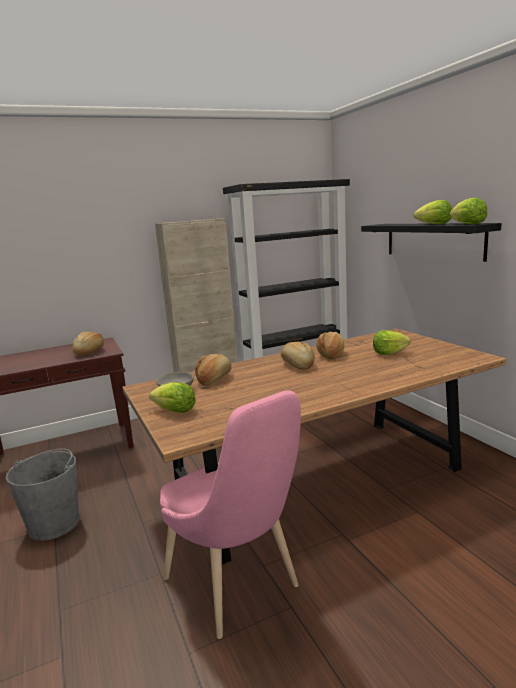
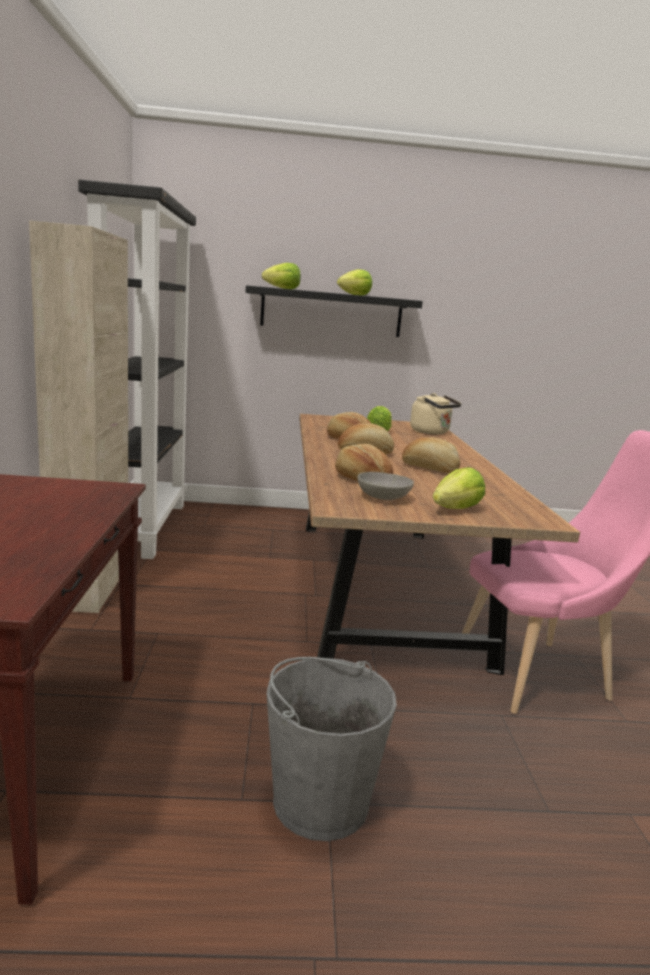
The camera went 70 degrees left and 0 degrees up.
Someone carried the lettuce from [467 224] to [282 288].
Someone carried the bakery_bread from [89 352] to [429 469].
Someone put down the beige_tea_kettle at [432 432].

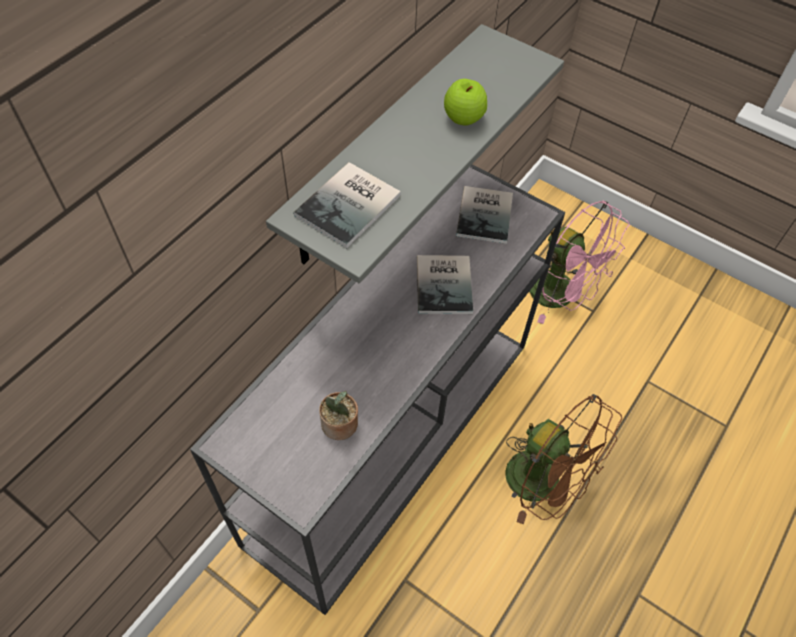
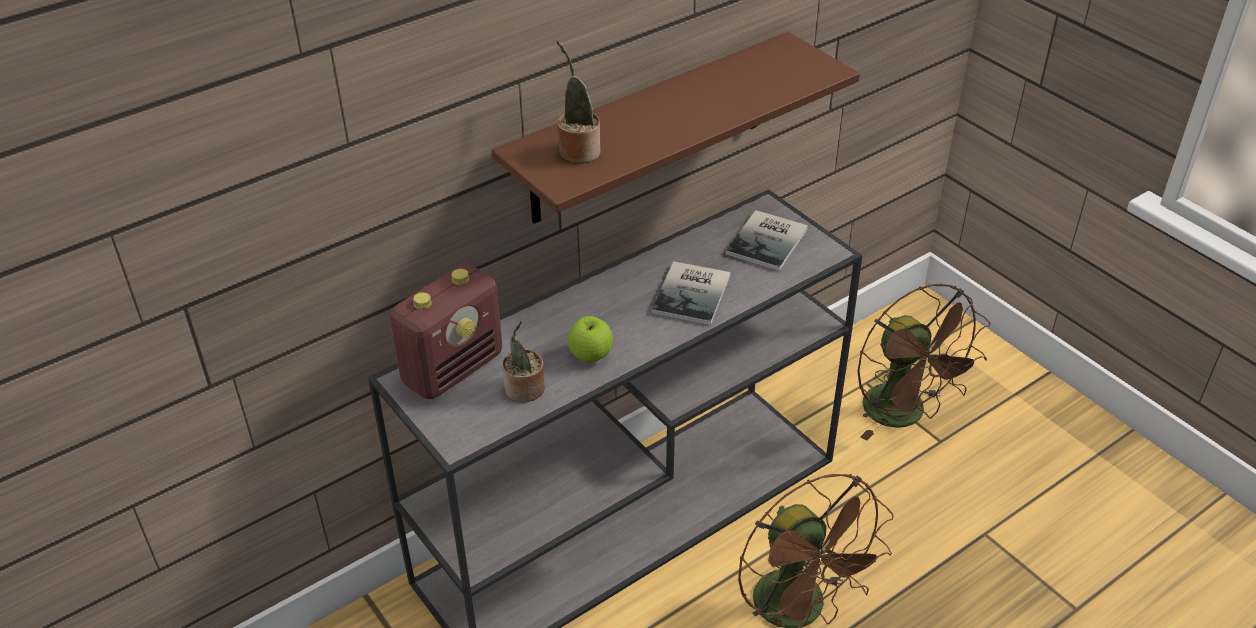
The camera went 20 degrees right and 15 degrees down.
Someone put down the radio at [453 368].
Someone repainted the gray_shelf at [384 148], which became the brown_shelf at [649 129].
Someone swapped the volume at [351 205] for the houseplant at [577 151].
Someone carried the apple_fruit from [463 119] to [591 356].
Someone repainted the pink_cooling_fan at [561 295], which became the brown_cooling_fan at [904 415].

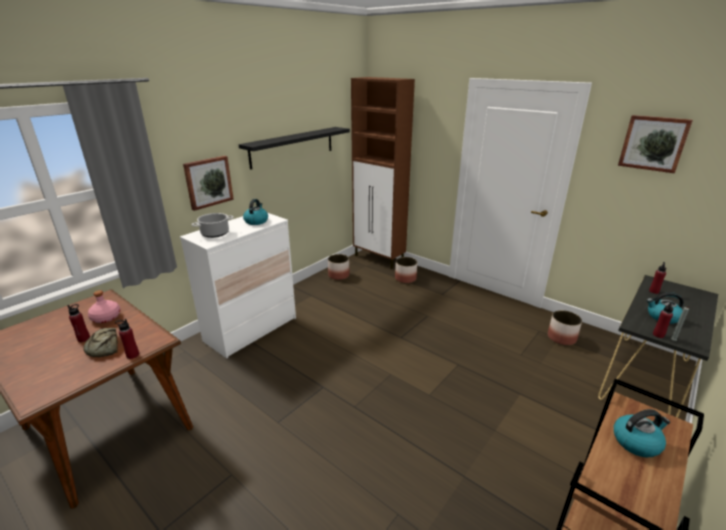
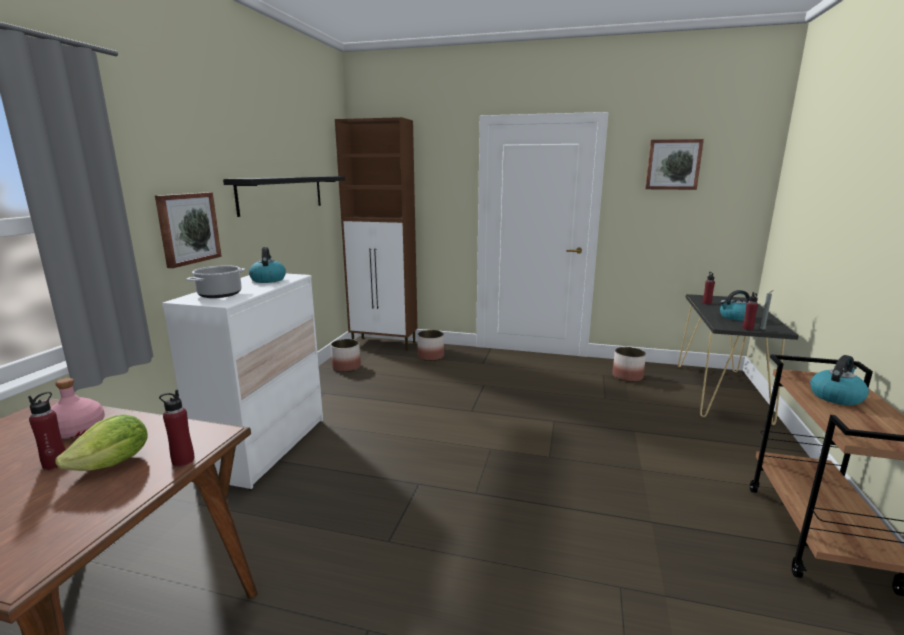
The camera went 25 degrees left and 10 degrees down.
Someone swapped the bakery_bread at [104 347] for the lettuce at [113 464].

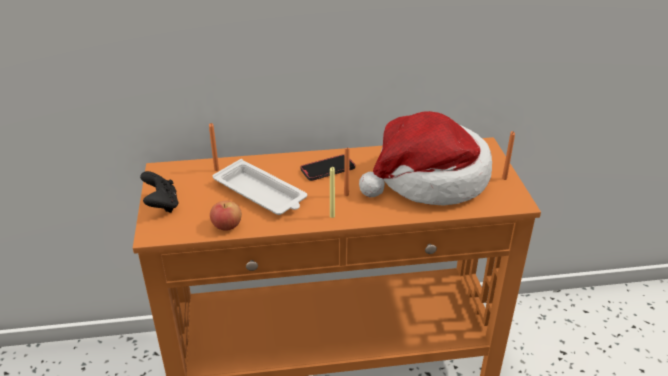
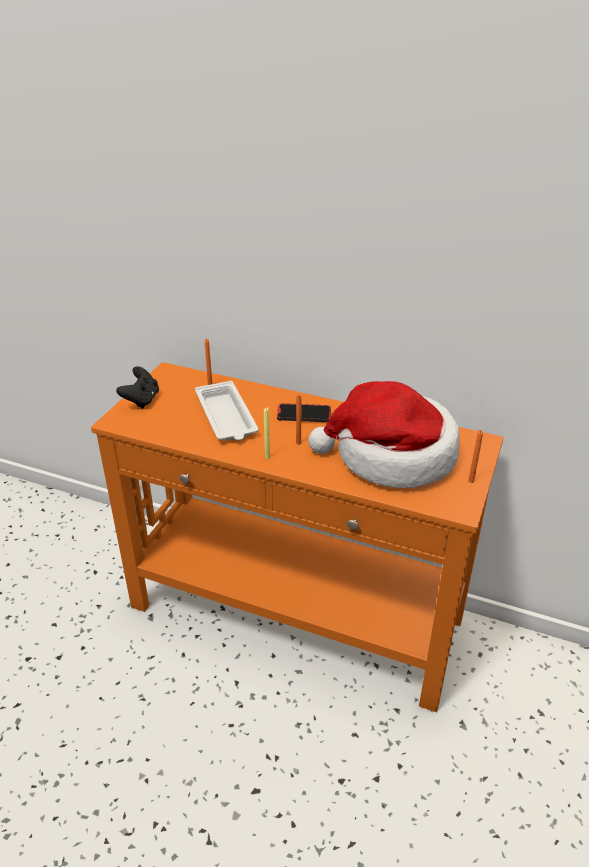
The camera went 30 degrees right and 0 degrees up.
Someone took away the apple_fruit at [227 226].

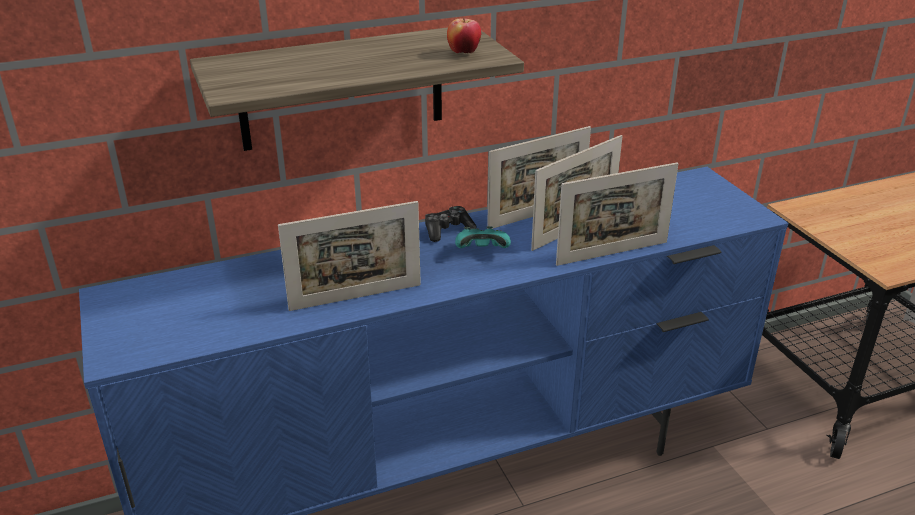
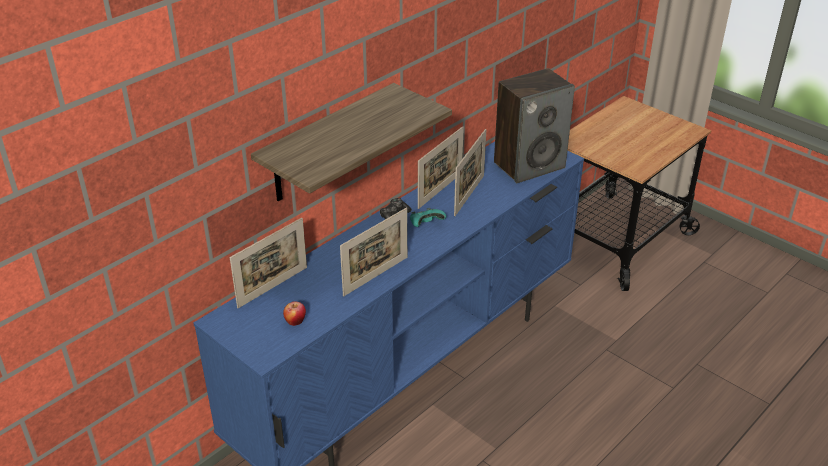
The camera went 25 degrees left and 5 degrees up.
Someone carried the standing_frame from [612 253] to [273 287].
Someone carried the apple_fruit from [463 53] to [295 322].
Someone put down the loudspeaker at [529 165].

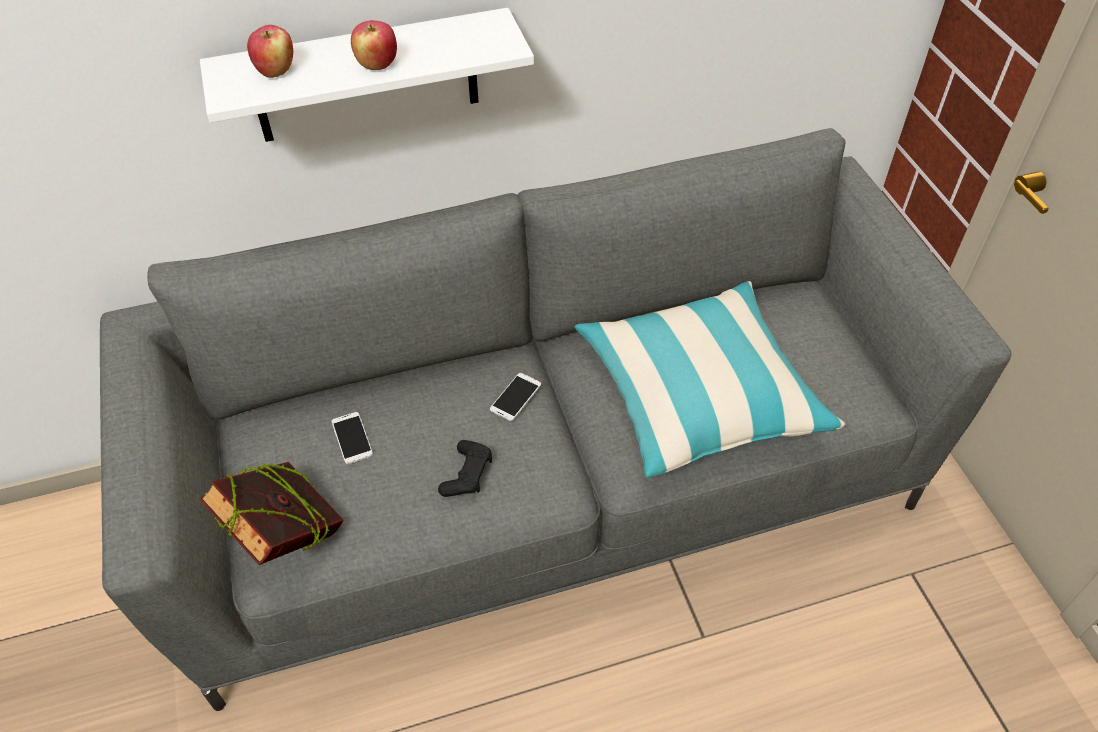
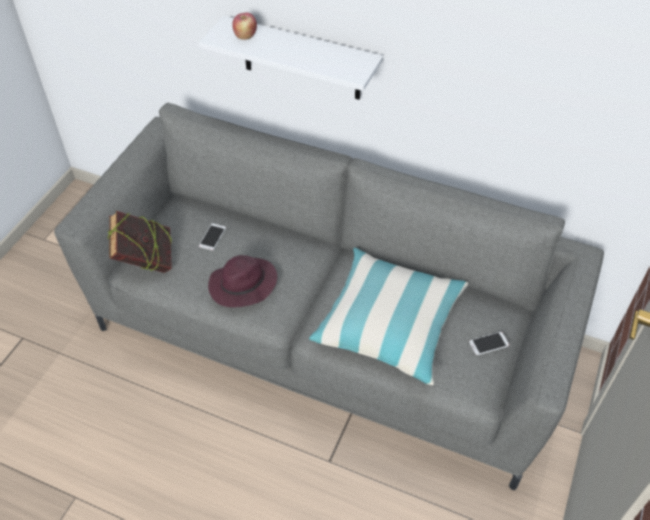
The camera went 40 degrees right and 0 degrees up.
Someone swapped the blackish_game_controller at [467 475] for the purple-coloured_wearable_hat at [242 285].
Someone carried the telephone from [515 397] to [489 343].
Someone took away the apple_fruit at [377 65].

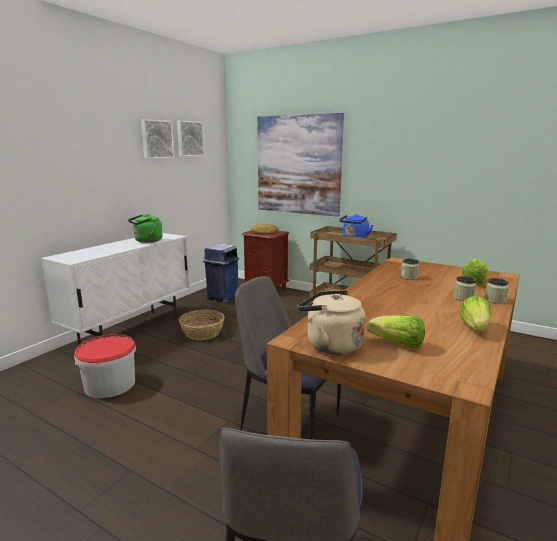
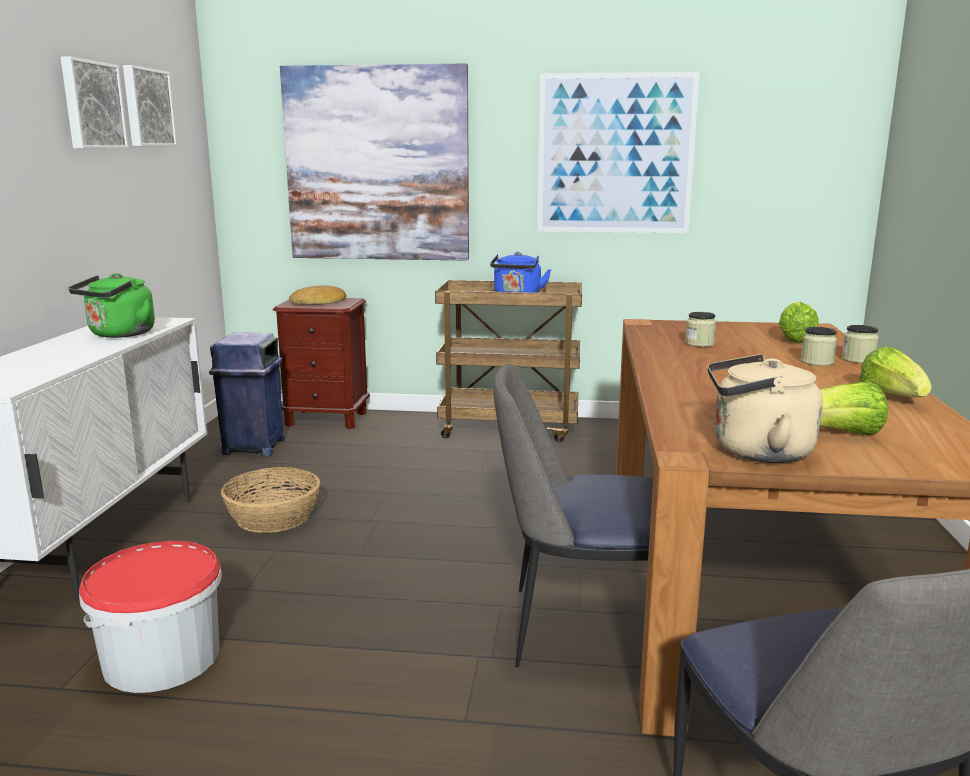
The camera went 25 degrees left and 0 degrees up.
Someone put up the wall_picture at [615 154].

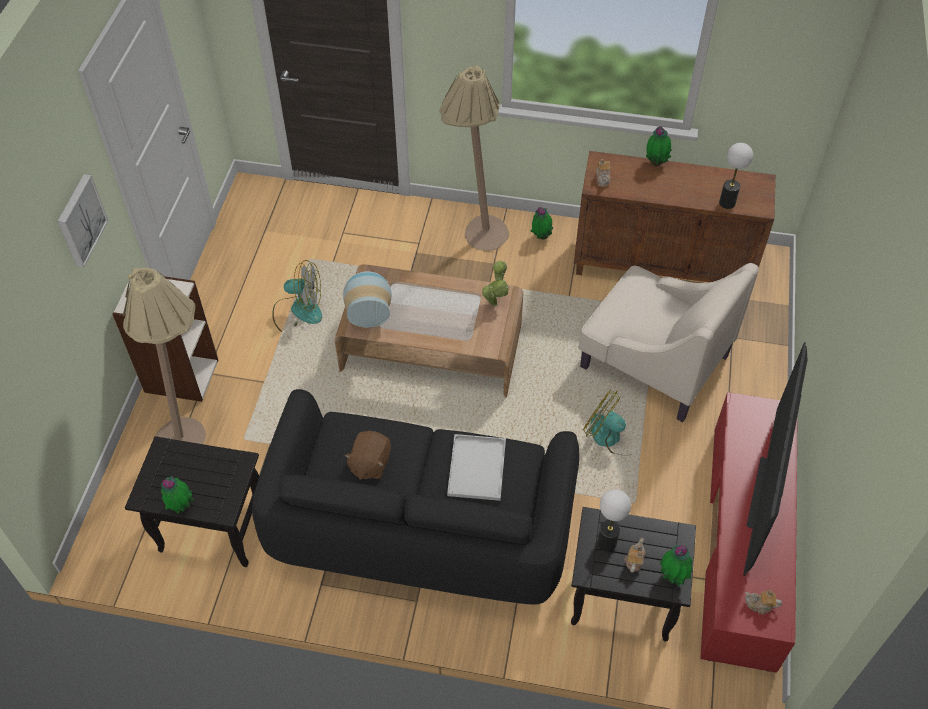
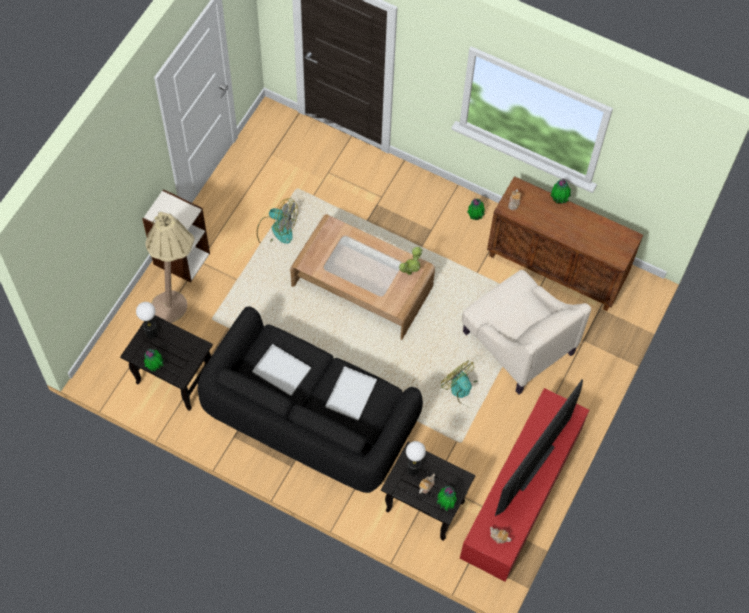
The camera went 15 degrees right and 10 degrees up.
Someone carried the tabletop_lamp from [727 203] to [151 333].
Someone swapped the brown_plush_toy at [369 464] for the whitish_carrying_tray at [283 370].
Someone took away the wall_picture at [80 220].
Someone took away the vase at [369 311].
Someone took away the beige_floor_lamp at [475 235].

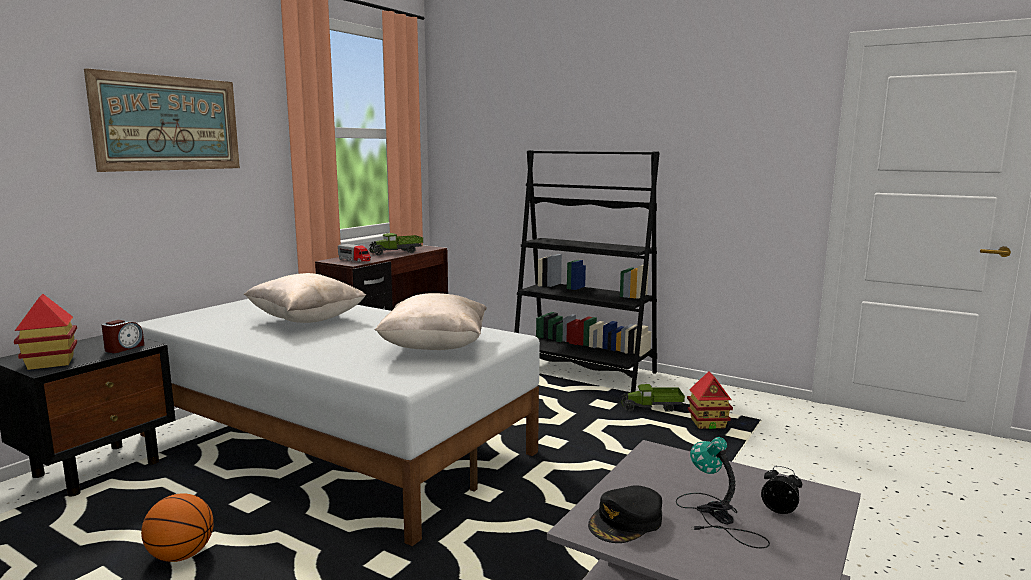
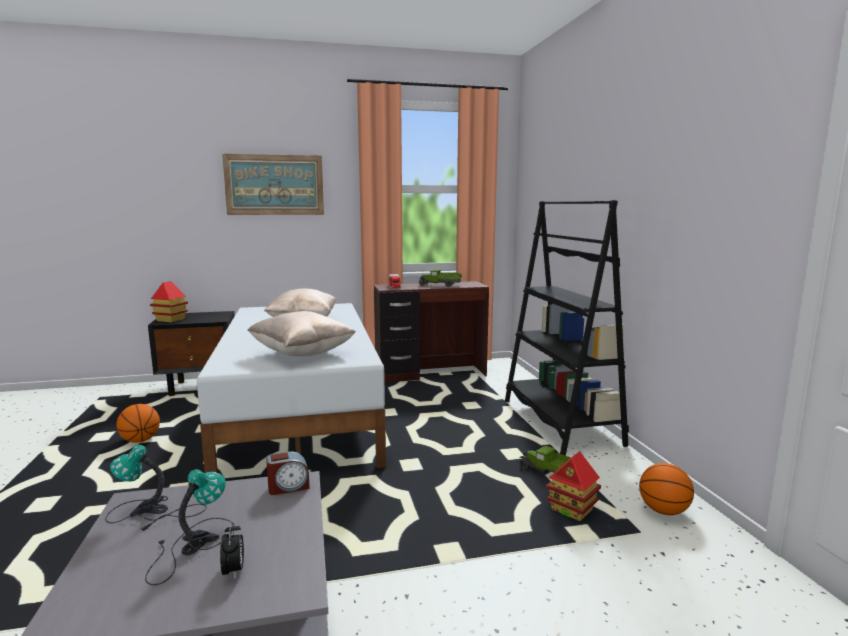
The camera went 45 degrees right and 0 degrees up.
Someone swapped the blackish_peaked_cap at [626 522] for the tabletop_lamp at [152 513].
Someone carried the bedside_clock from [124 348] to [288 487].
Someone put down the basketball at [663 511].

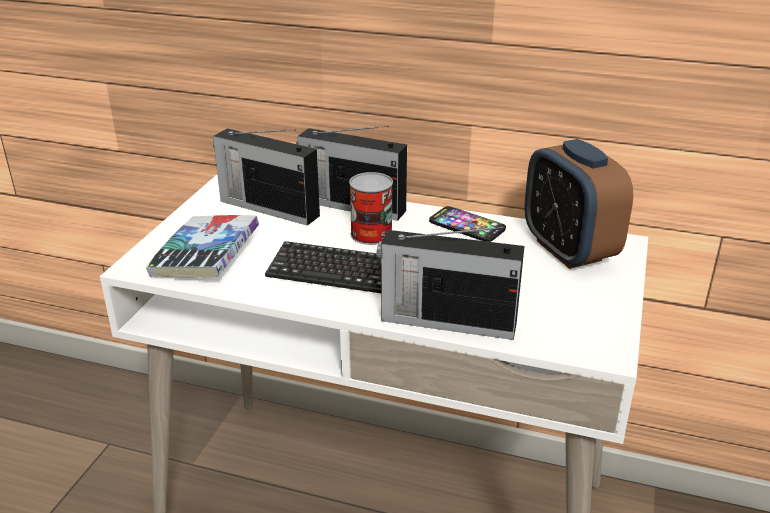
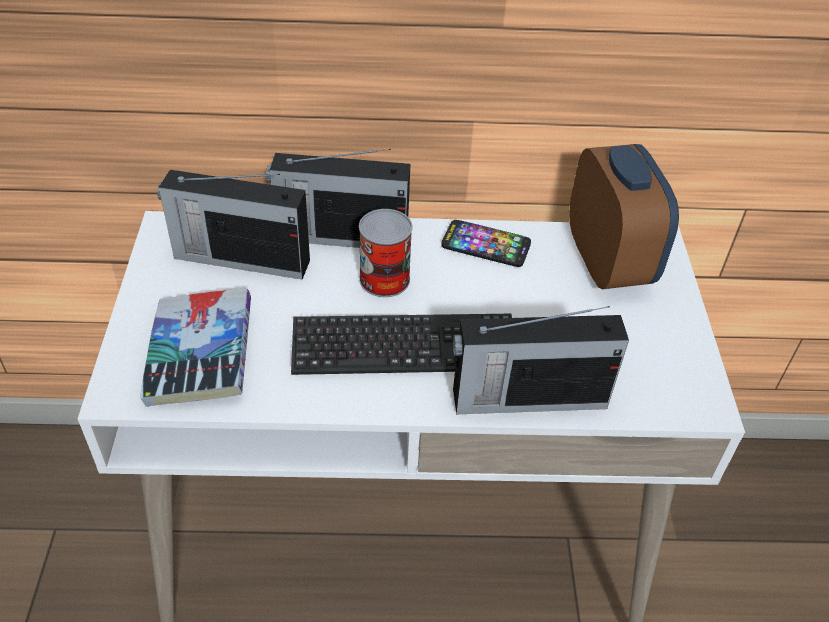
The camera went 20 degrees left and 15 degrees up.
Someone rotated the bedside_clock at [568 250] by 150 degrees counterclockwise.

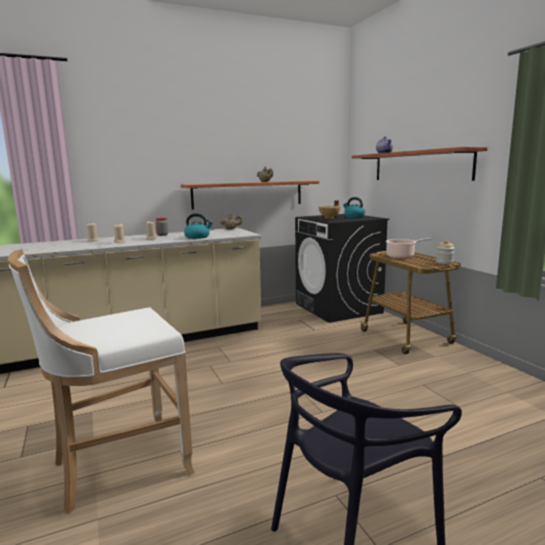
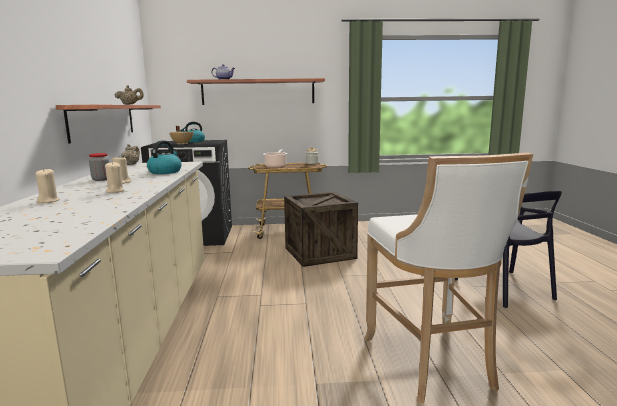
The camera went 70 degrees left and 0 degrees up.
Someone put down the shipping_crate at [320 253].

